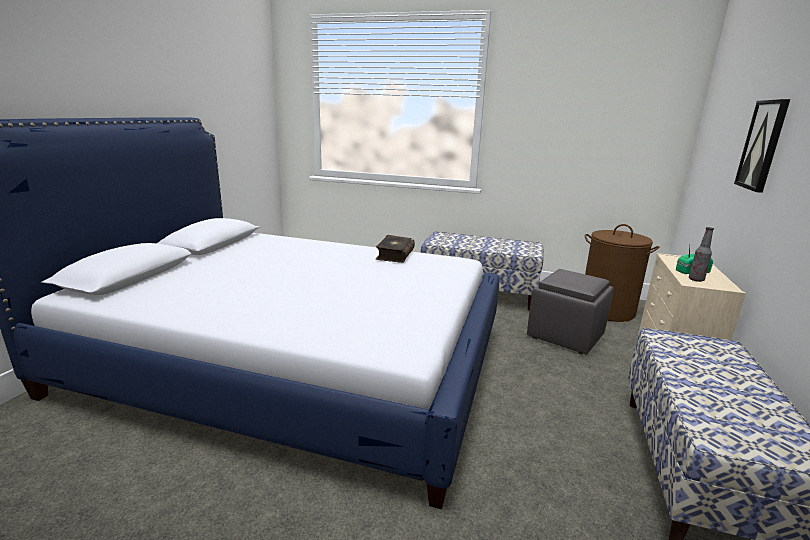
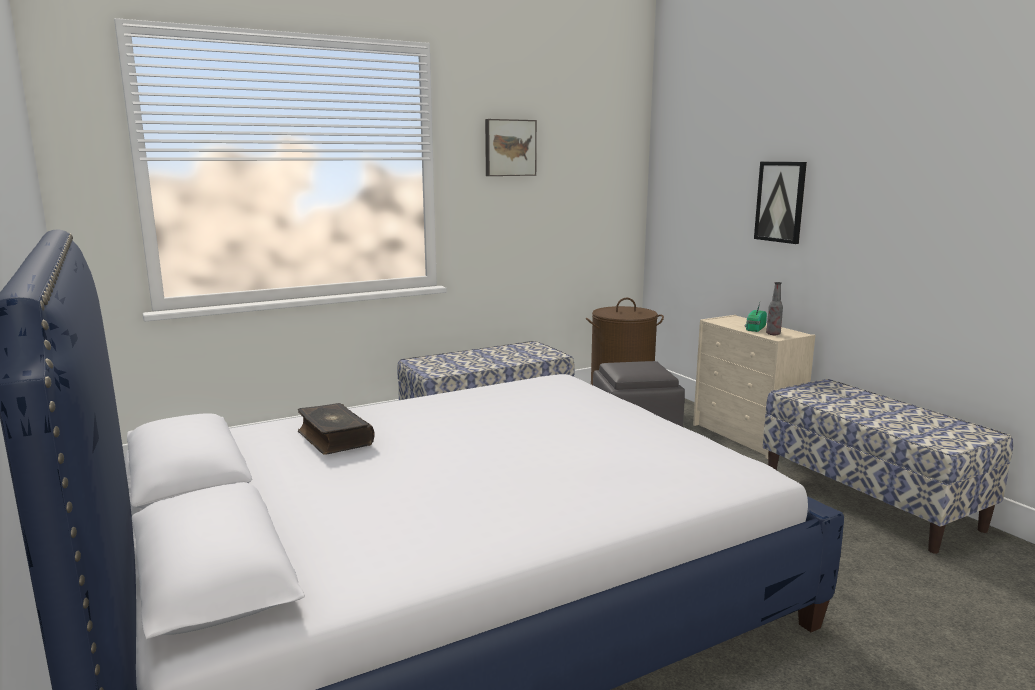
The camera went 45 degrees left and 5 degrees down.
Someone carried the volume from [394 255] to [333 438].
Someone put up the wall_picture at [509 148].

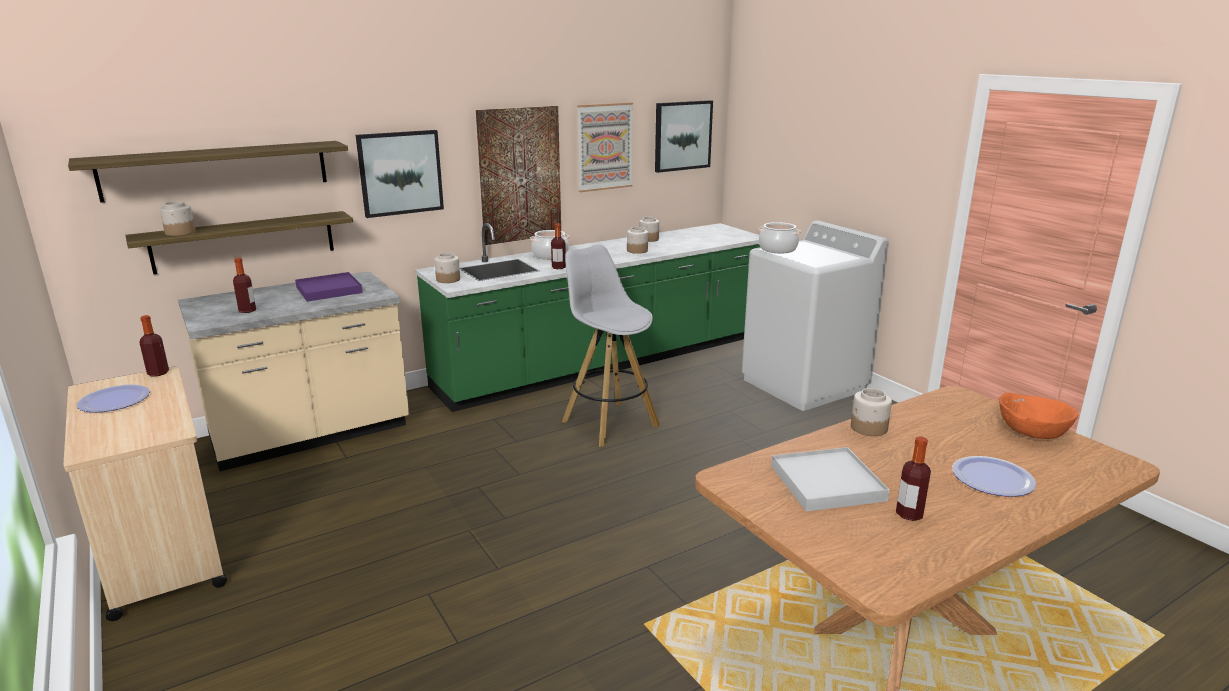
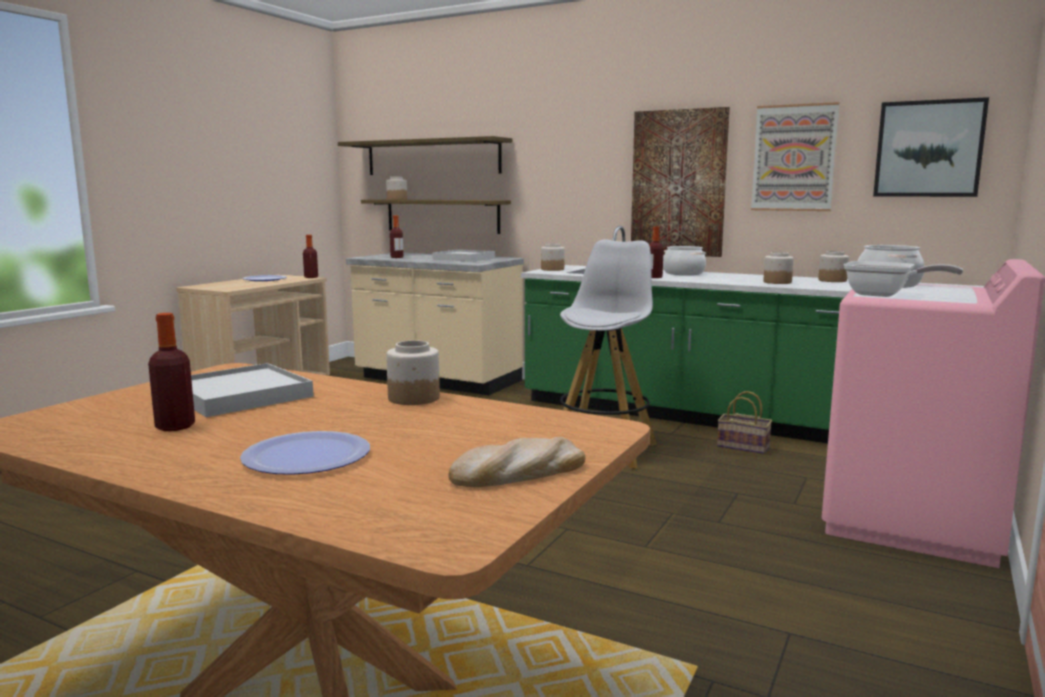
The camera went 60 degrees right and 10 degrees down.
Someone repainted the purple-coloured_carrying_tray at [328 290], which became the whitish_carrying_tray at [464 258].
Someone swapped the orange_bowl at [1032 431] for the bakery_bread at [518 472].
Someone put down the household_basket at [744 446].
Someone repainted the whitish_laundry_appliance at [804 385], which became the pink_laundry_appliance at [911 521].
Someone put down the skillet at [884 295].
Someone took away the wall_picture at [400 173].

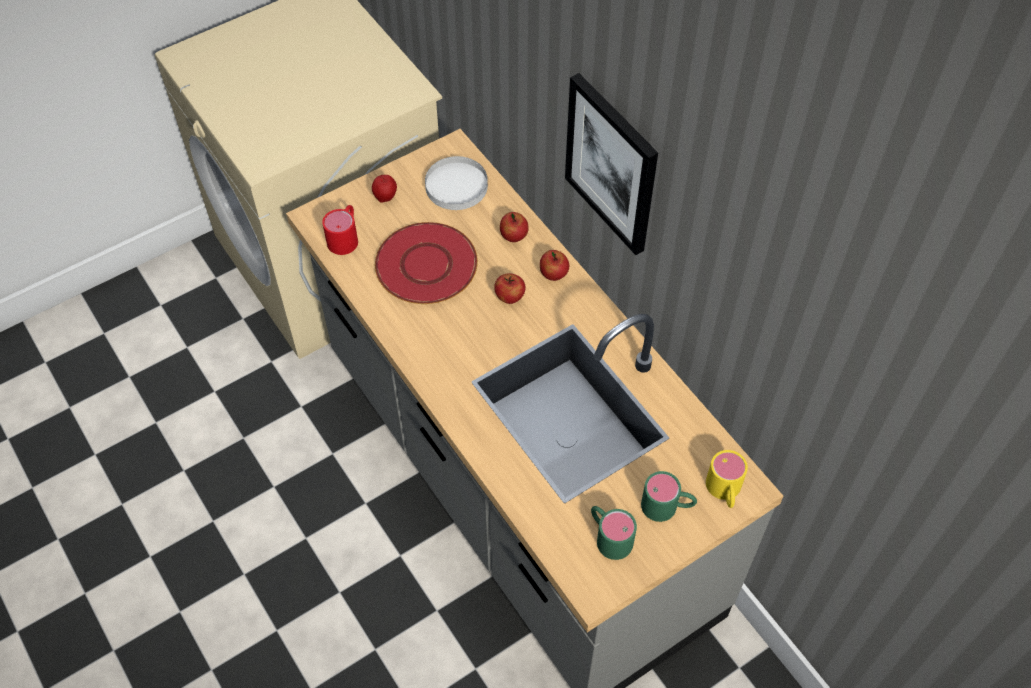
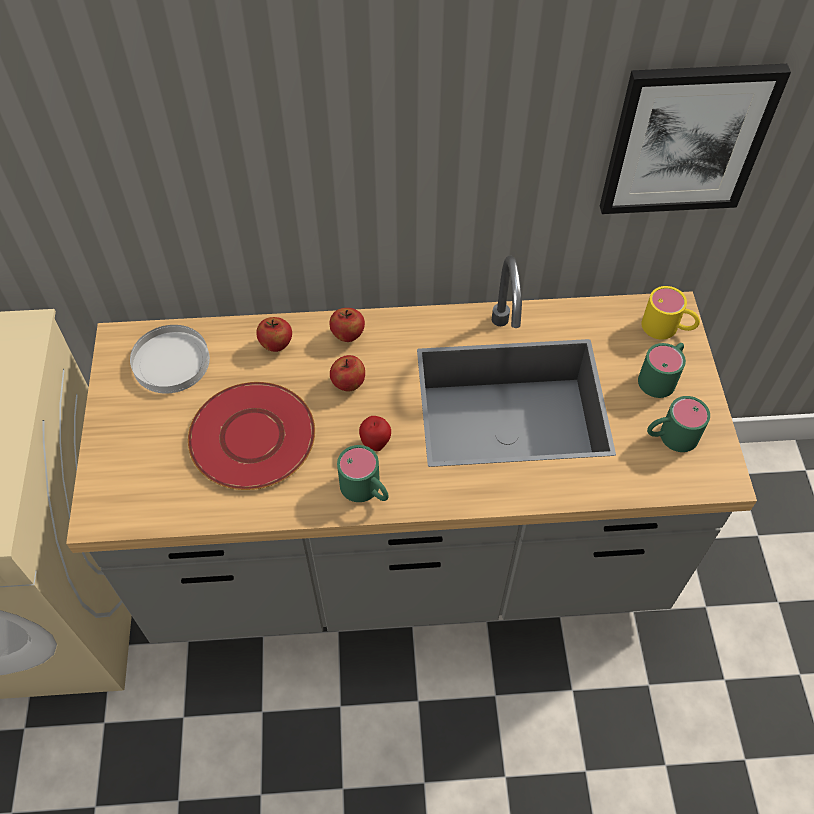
The camera went 60 degrees left and 0 degrees up.
Someone put down the greenish_mug at [366 490].
Someone carried the apple_fruit from [385 198] to [375 443].
Someone carried the wall_picture from [612 164] to [686 139].
Someone took away the red_mug at [345 236].

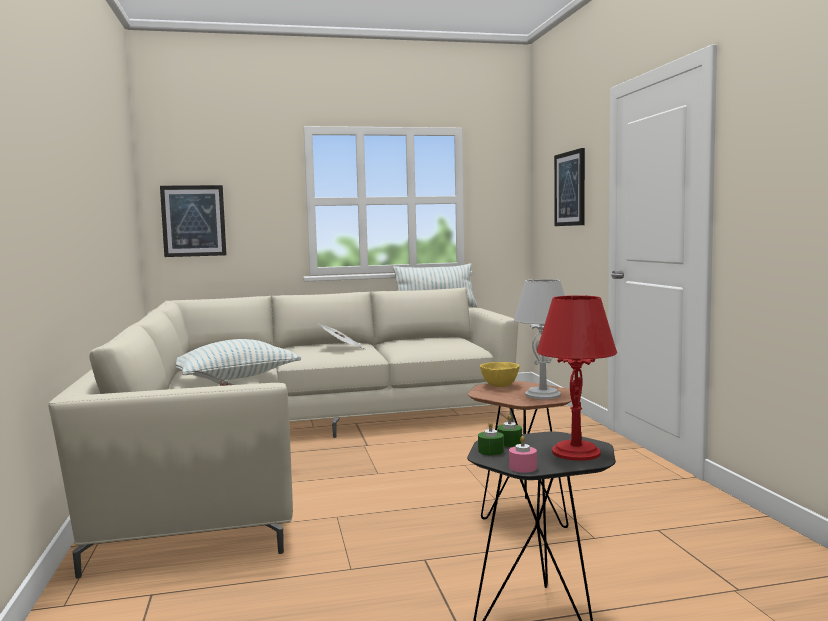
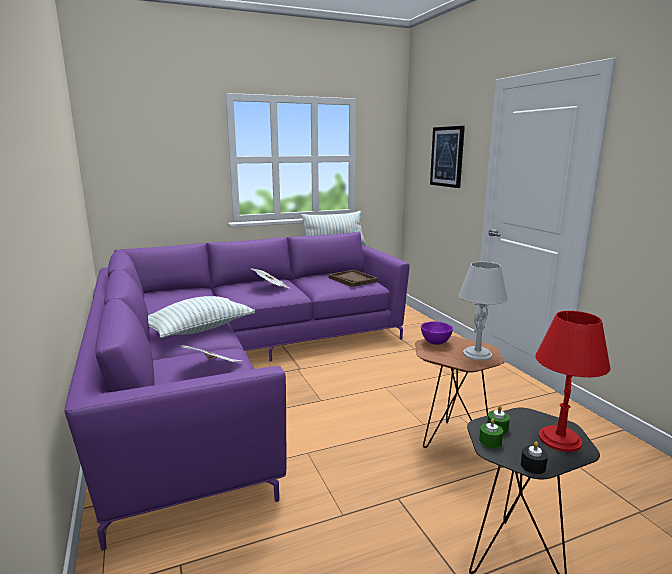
The camera went 10 degrees left and 10 degrees up.
Someone repainted the beige_couch at [289 444], which became the purple-coloured_couch at [236 370].
Someone put down the brown_carrying_tray at [353 279].
Someone repainted the yellow-coloured_bowl at [499 386], which became the purple-coloured_bowl at [435 343].
Someone repainted the pink_candle at [522 467], which became the blackish_candle at [533 466].
Someone took away the wall_picture at [193 221].

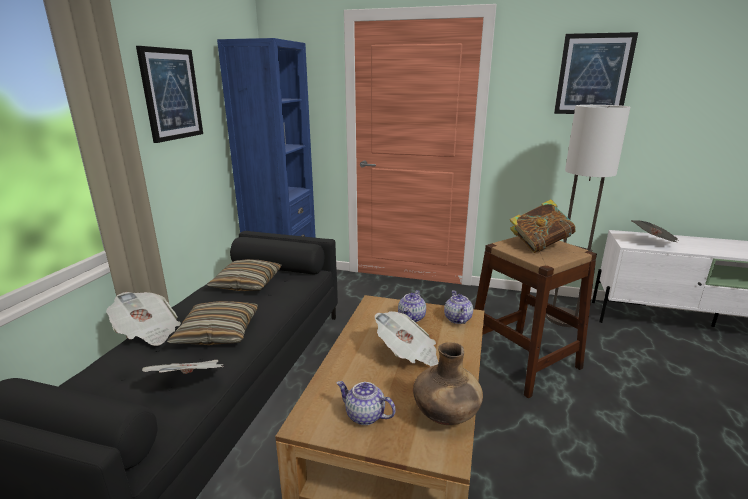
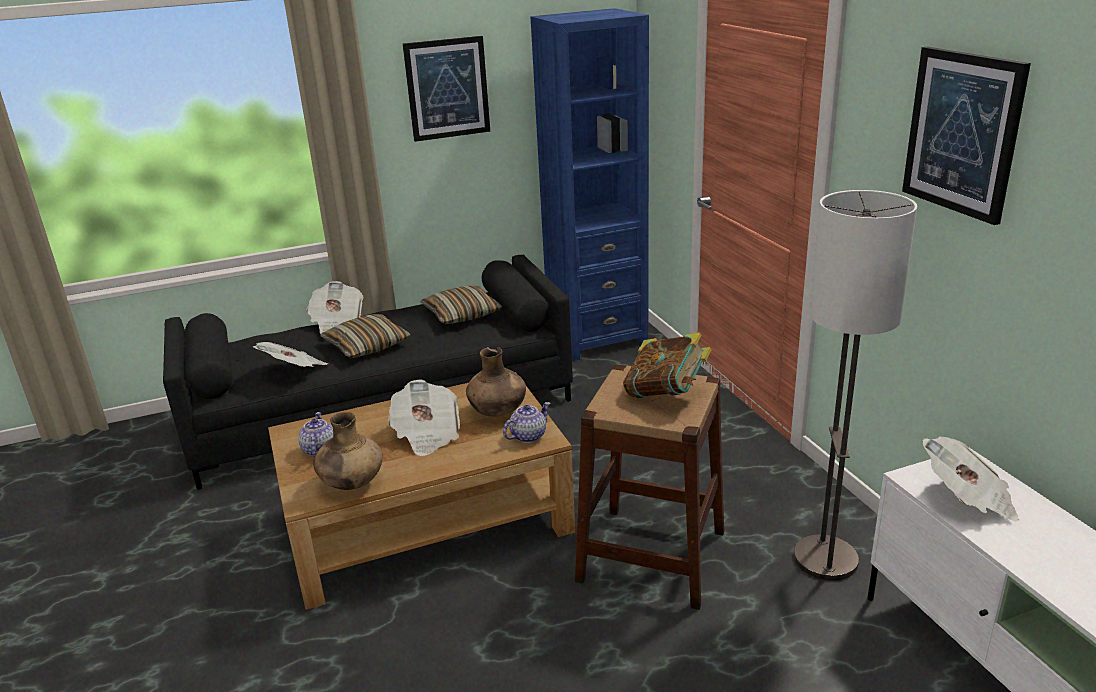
The camera went 55 degrees right and 5 degrees up.
Someone swapped the pot_for_tea at [412 318] for the brown_vase at [498 412].

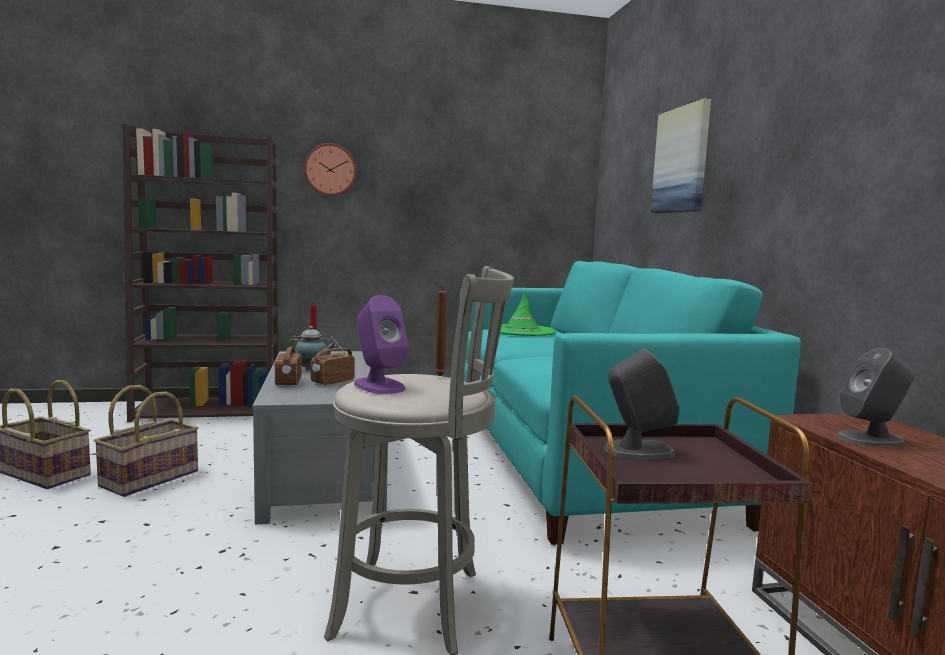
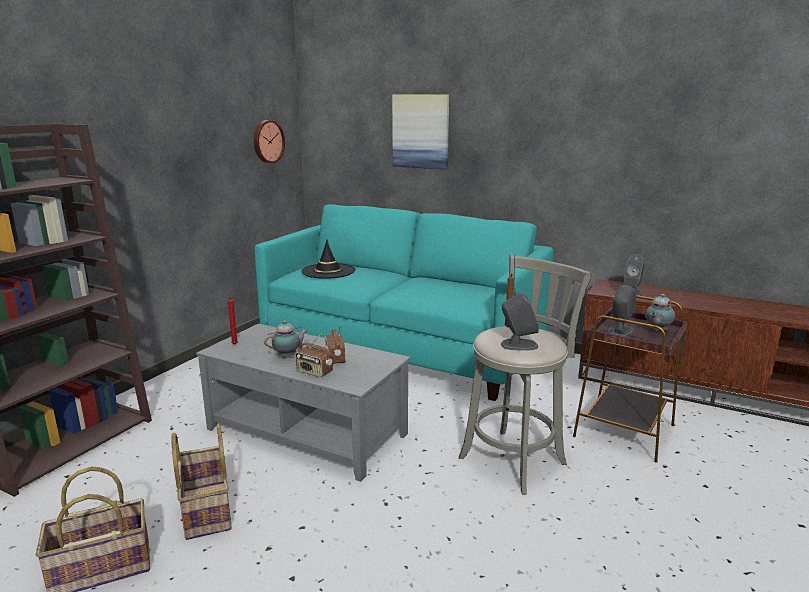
The camera went 50 degrees left and 10 degrees up.
Someone carried the clock_on_the_wall from [330 170] to [267 141].
Someone repainted the greenish_wearable_hat at [522 331], which became the blackish_wearable_hat at [328 271].
Someone repainted the purple-coloured_loudspeaker at [379 386], which became the gray_loudspeaker at [518 345].
Someone put down the pot_for_tea at [656 331].

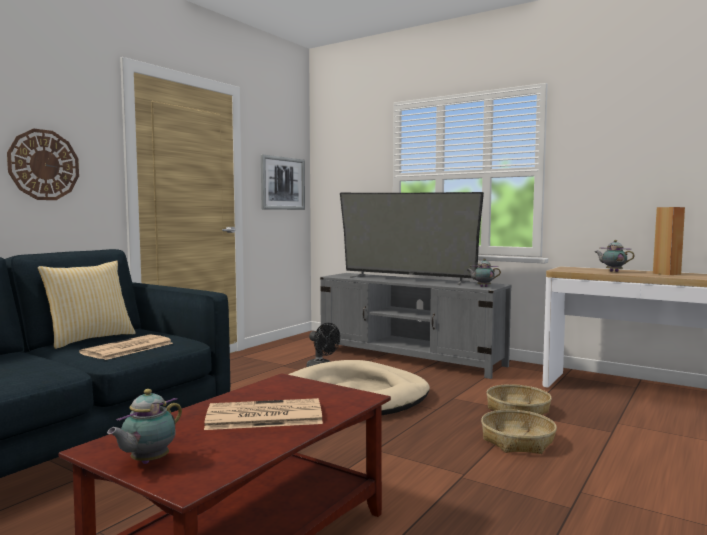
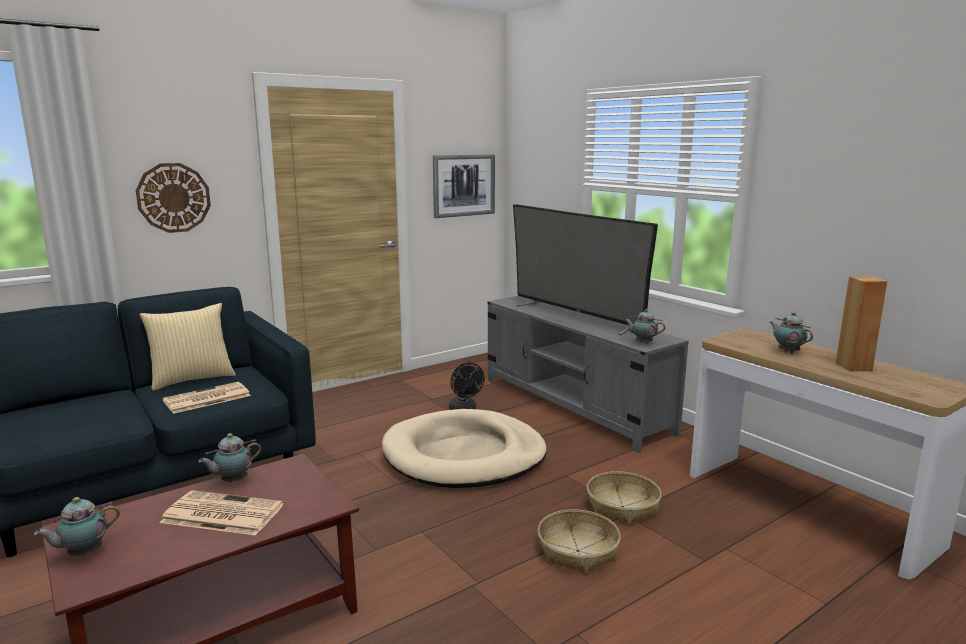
The camera went 20 degrees right and 10 degrees up.
Someone put down the pot_for_tea at [232 481].

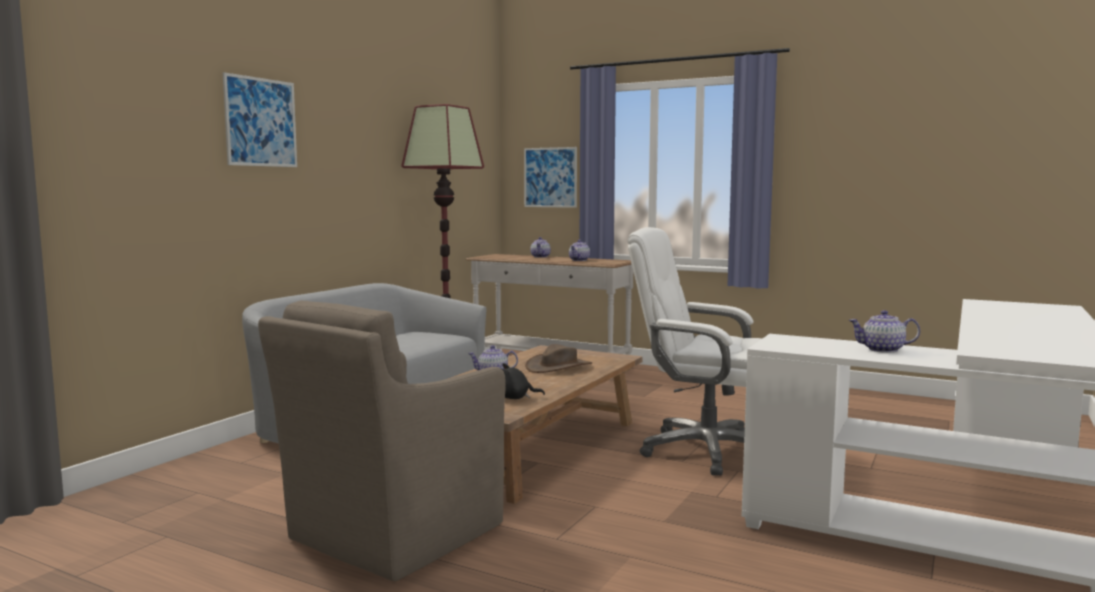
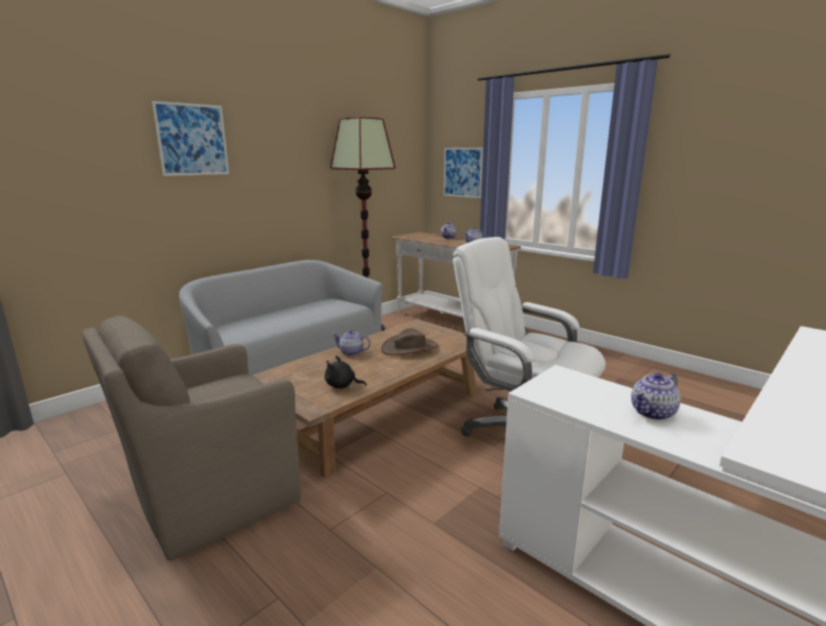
The camera went 15 degrees right and 10 degrees up.
Someone rotated the pot_for_tea at [882 350] by 60 degrees counterclockwise.

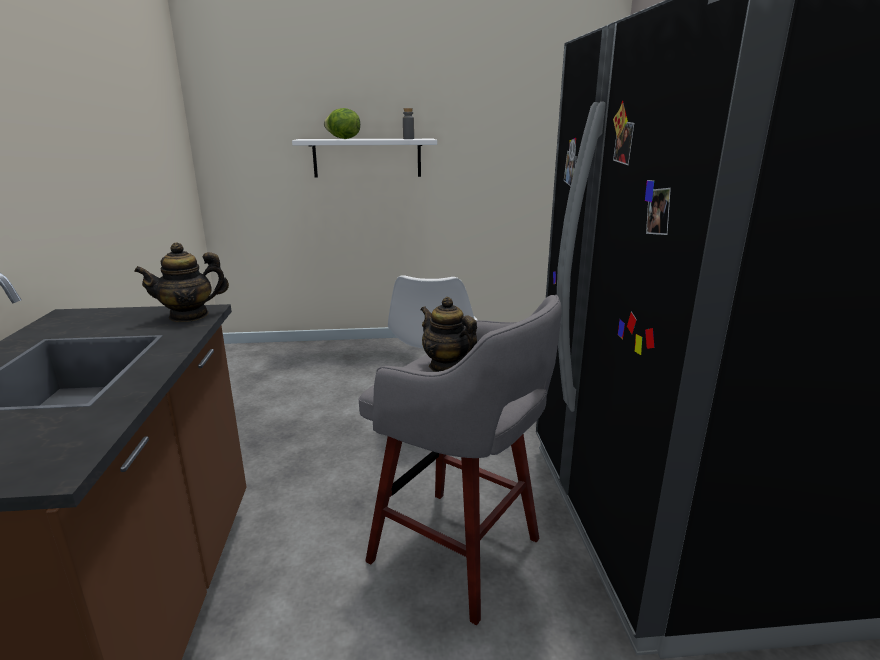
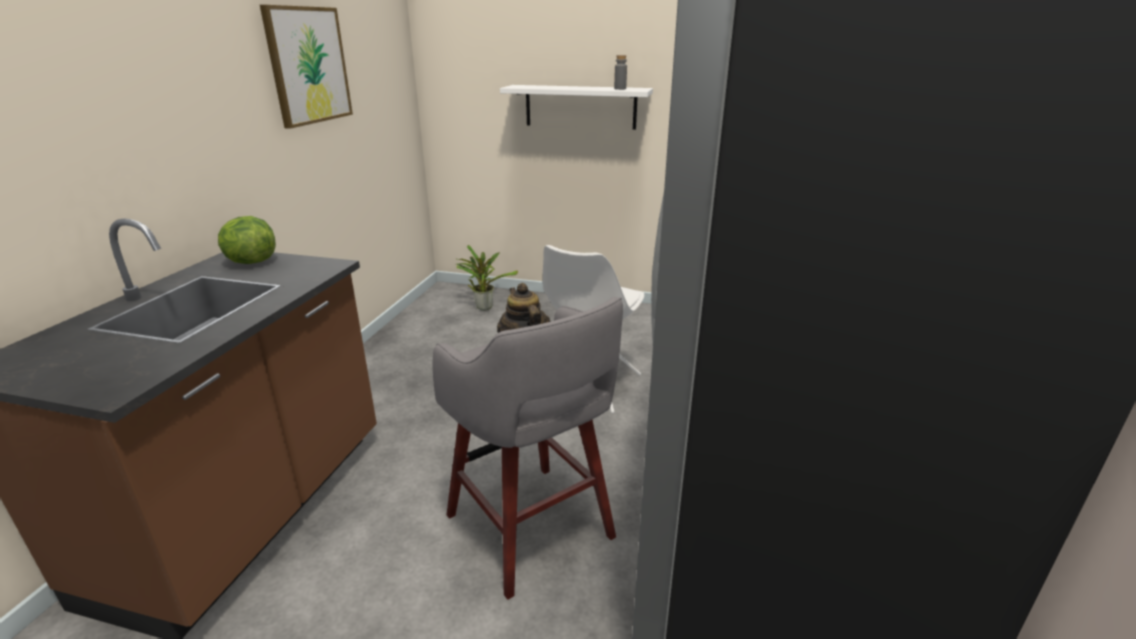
The camera went 20 degrees right and 5 degrees up.
Someone carried the lettuce from [343 139] to [251 262].
Someone put up the wall_picture at [308 65].
Someone put down the houseplant at [483 306].
Someone took away the pot_for_tea at [189 315].

